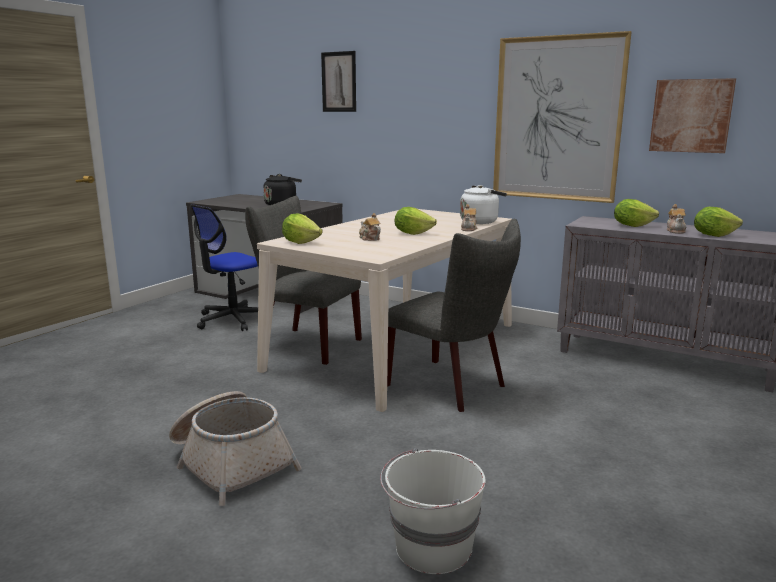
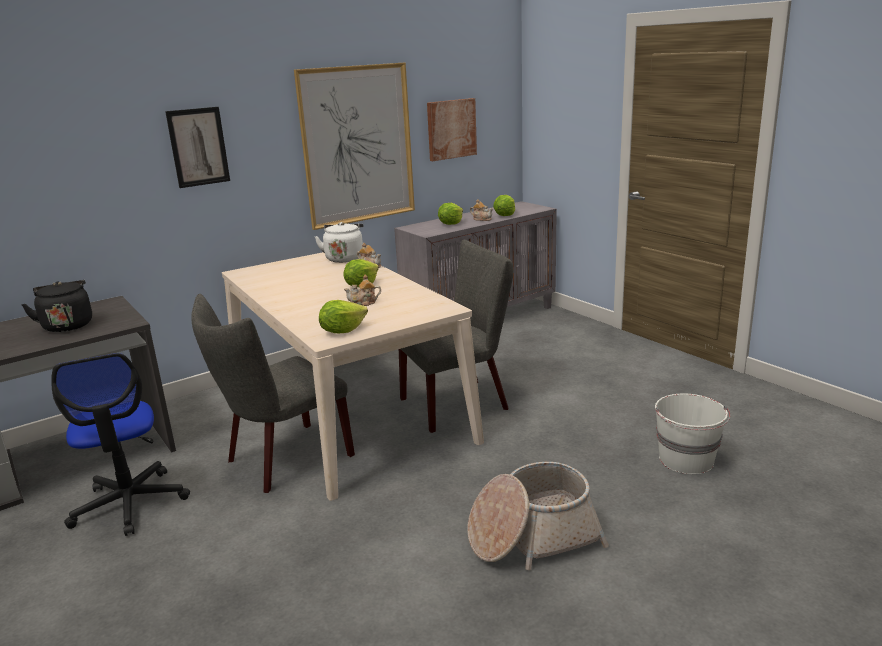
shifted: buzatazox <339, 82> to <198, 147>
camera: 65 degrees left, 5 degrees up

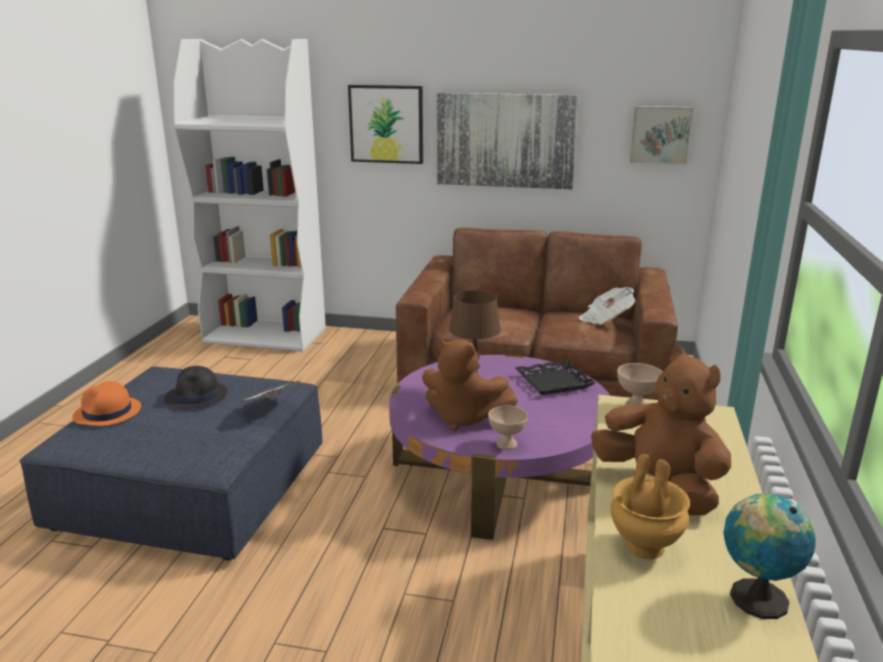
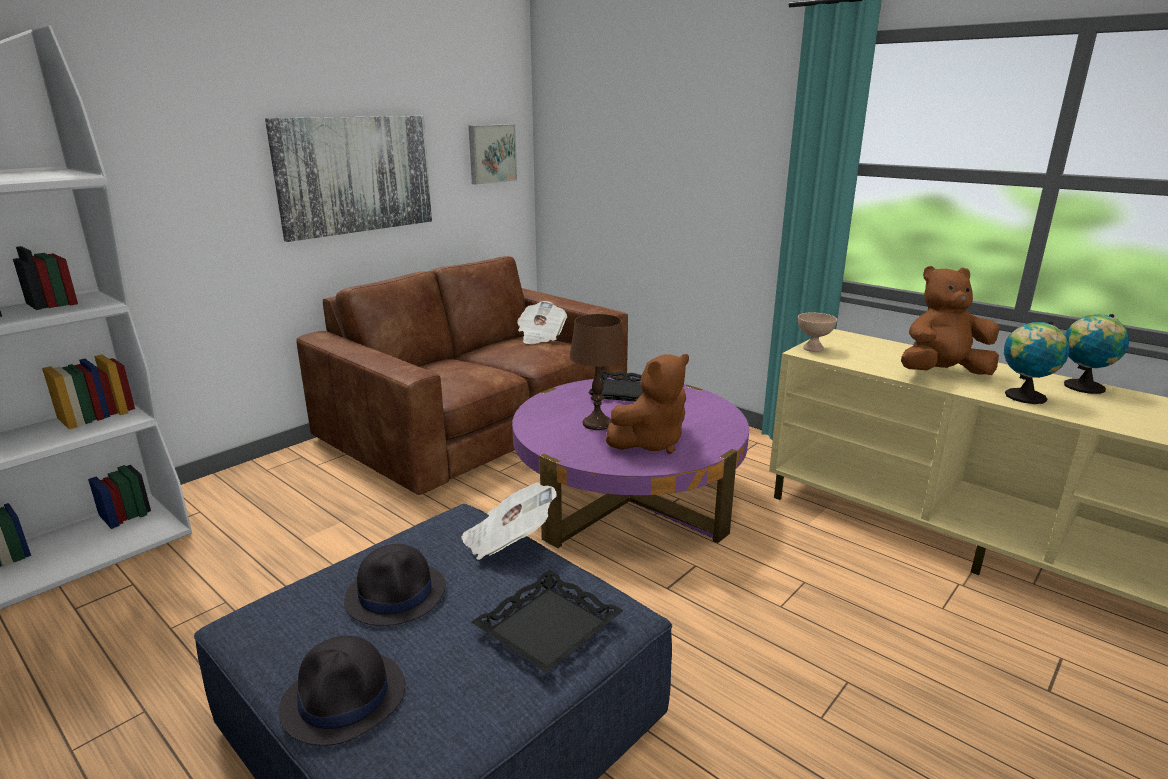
gone: buzatazox <386, 124>; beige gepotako <507, 445>
new: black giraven <547, 627>
swapped: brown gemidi <643, 547> to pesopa <1023, 397>
repainted: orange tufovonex <107, 413> to black tufovonex <345, 698>
camera: 60 degrees left, 0 degrees up

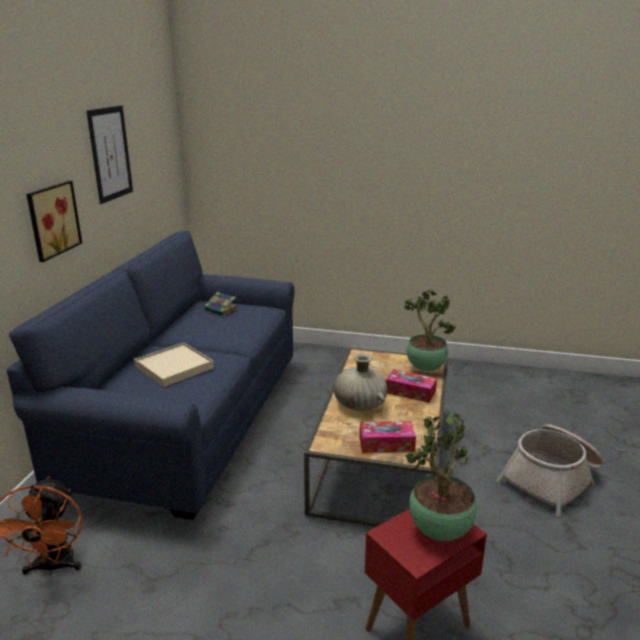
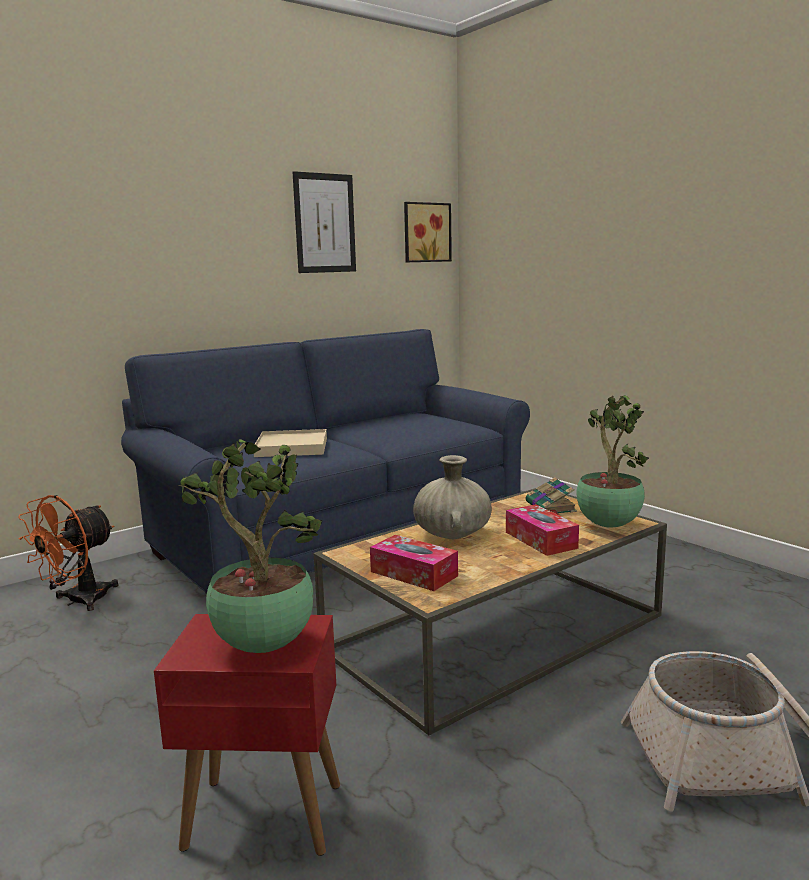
shifted: buzatazox <51, 220> to <425, 232>; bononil <221, 310> to <551, 507>
camera: 40 degrees right, 10 degrees down

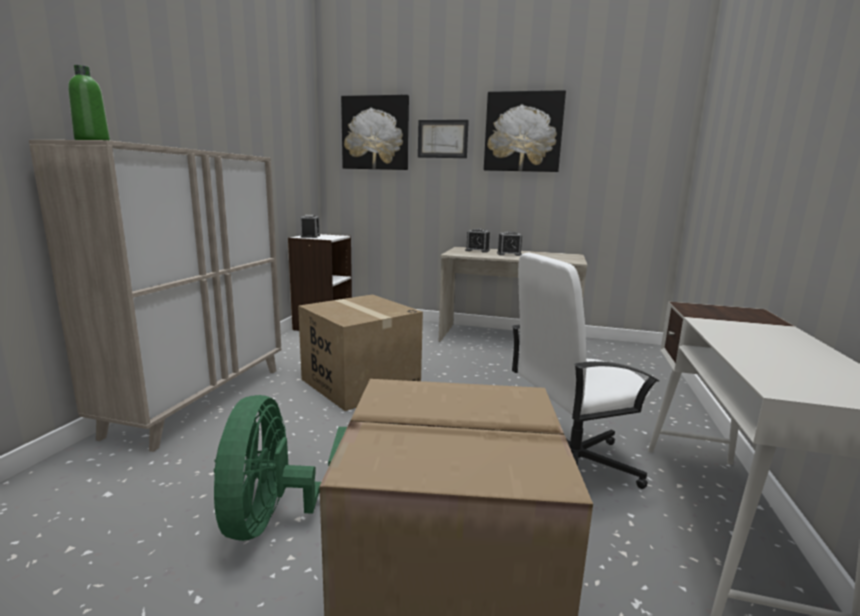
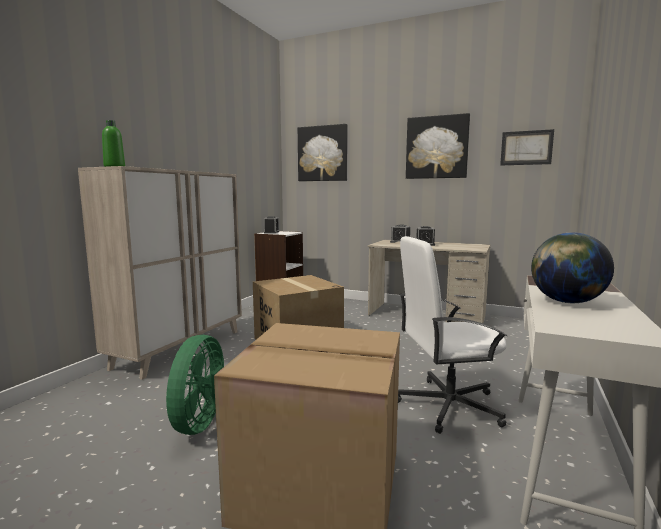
new: pesopa <566, 302>
shifted: buzatazox <442, 139> to <526, 148>
camera: 10 degrees right, 5 degrees down

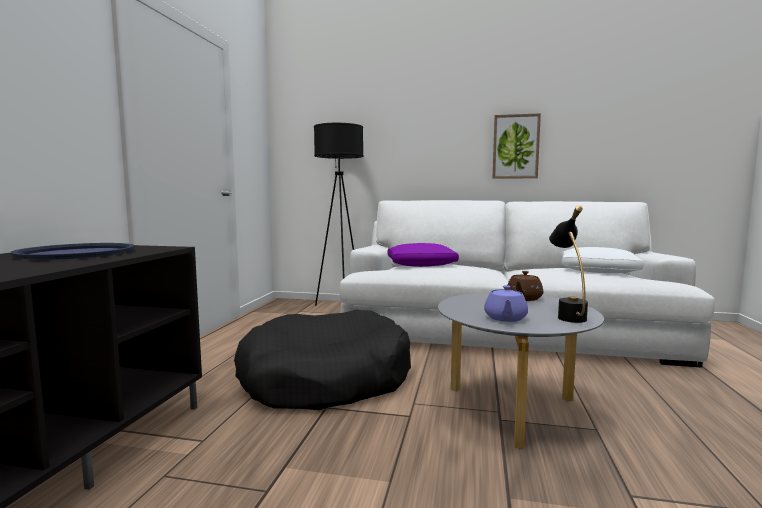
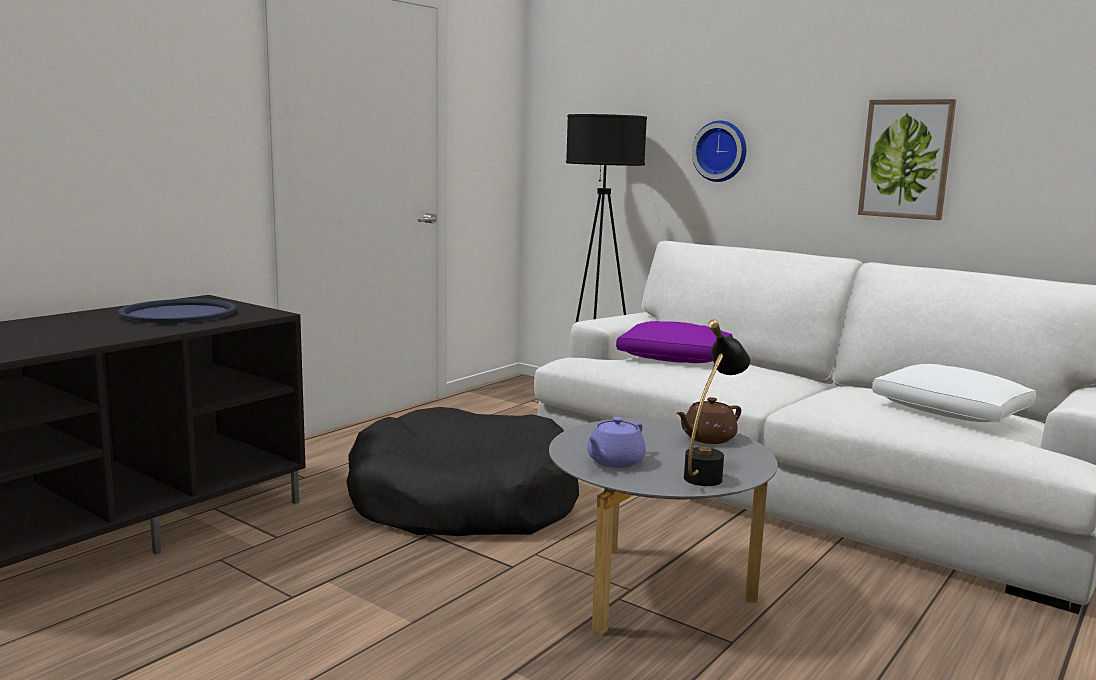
new: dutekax <721, 151>
camera: 25 degrees right, 5 degrees up

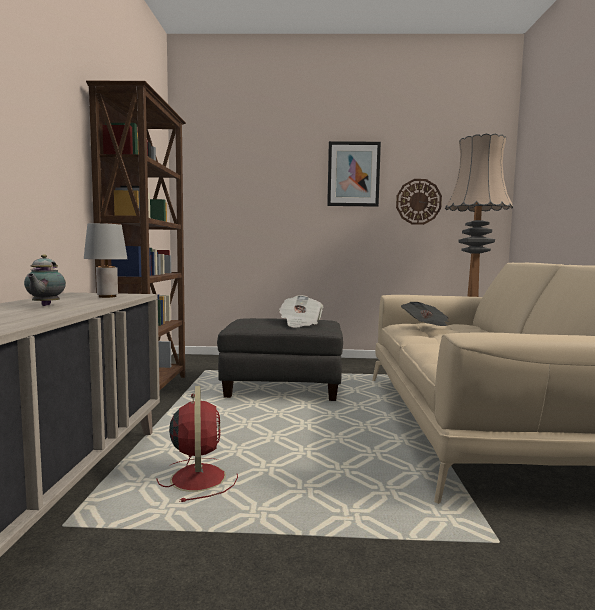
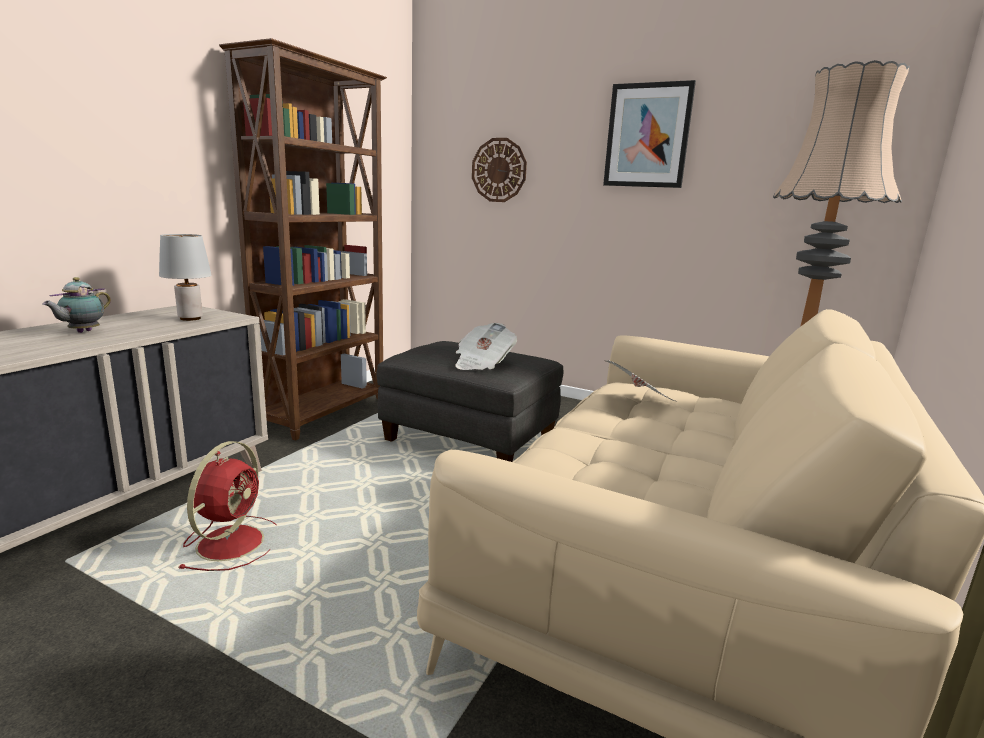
shifted: dutekax <418, 201> to <499, 170>
camera: 25 degrees right, 10 degrees up

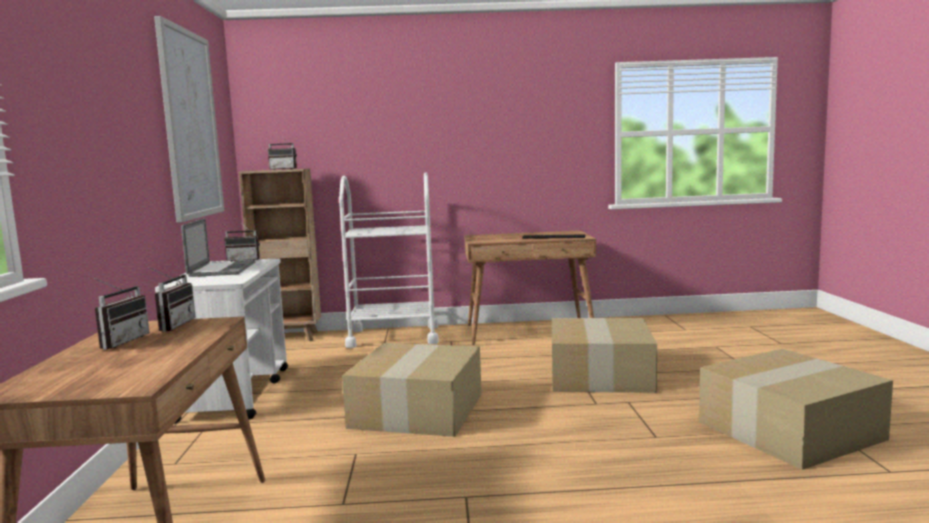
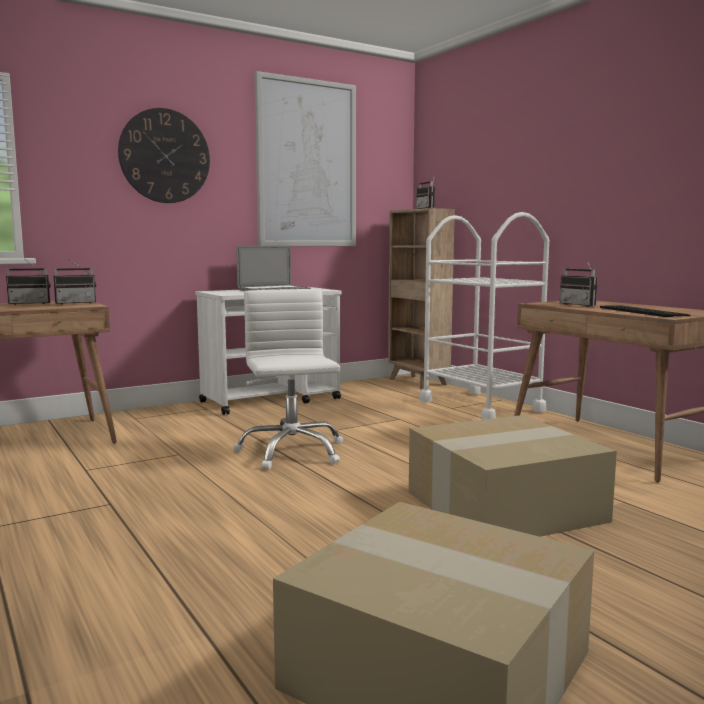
new: dutekax <165, 156>
shifted: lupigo <244, 260> to <580, 305>
swapped: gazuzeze <416, 409> to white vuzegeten <291, 451>
camera: 60 degrees right, 0 degrees up

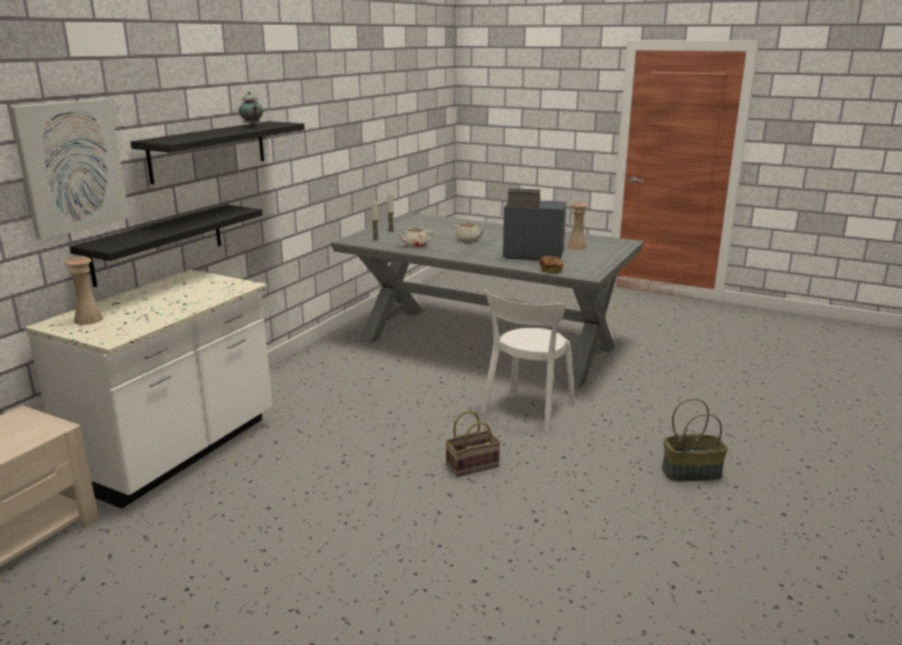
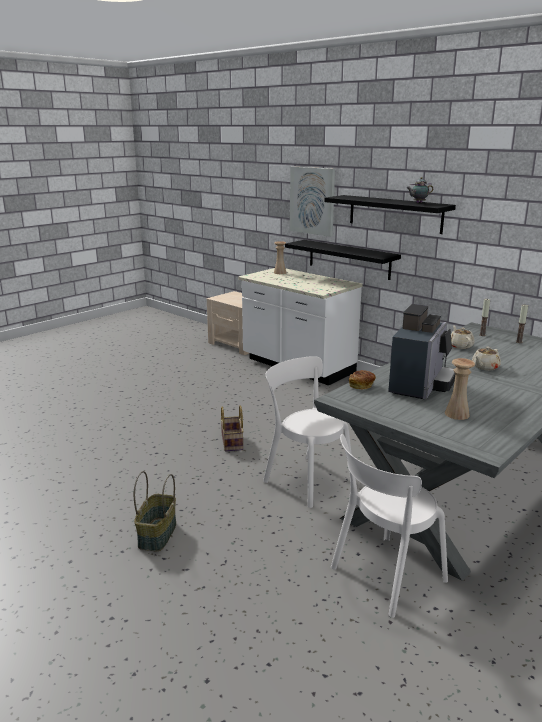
new: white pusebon <384, 576>
camera: 105 degrees right, 0 degrees up

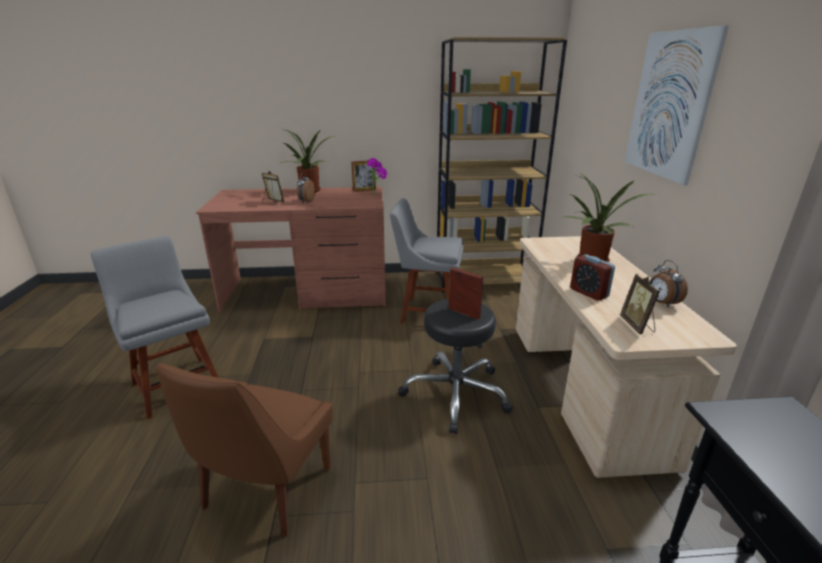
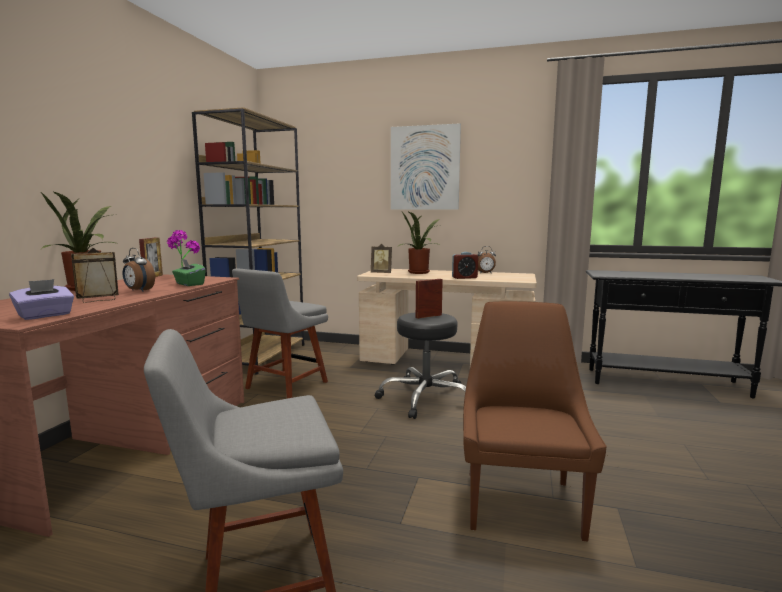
new: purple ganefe <45, 315>; green ganefe <189, 284>
shifted: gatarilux <637, 326> to <382, 273>
rotated: brown pusebon <265, 491> = <521, 501> 120 degrees counterclockwise
camera: 70 degrees left, 15 degrees down

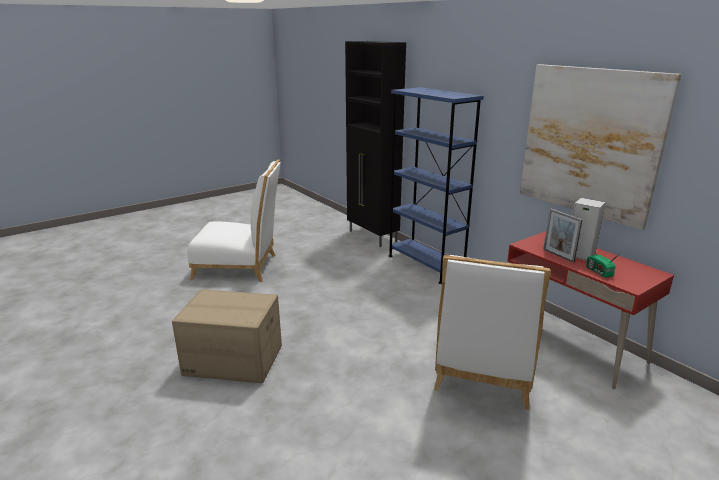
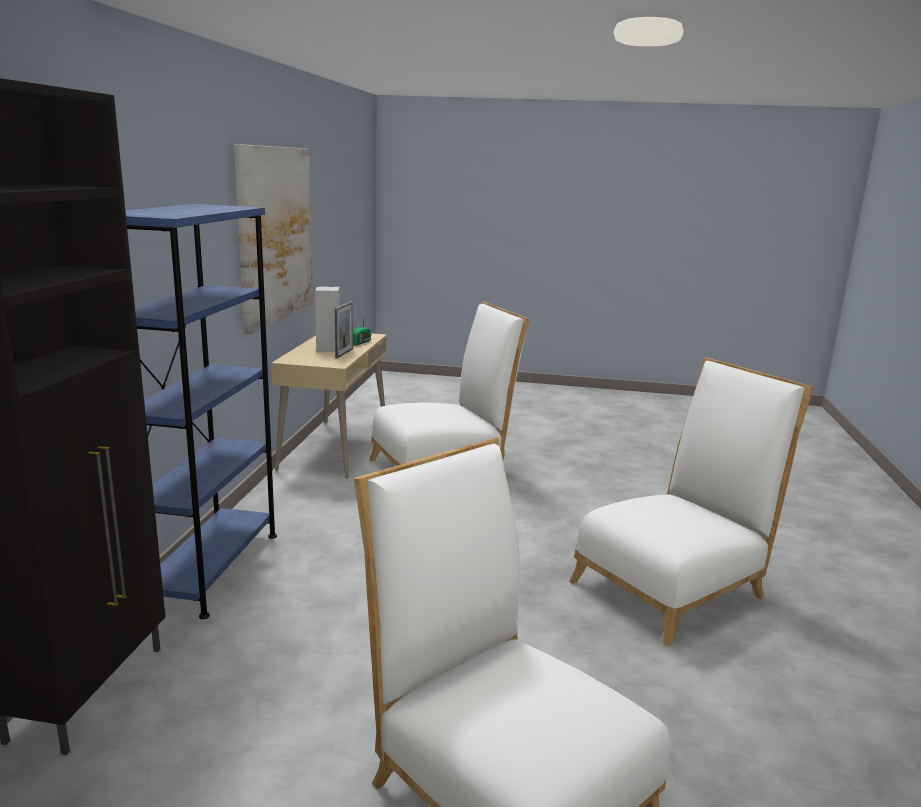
swapped: gazuzeze <233, 361> to white pusebon <674, 585>
repainted: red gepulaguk <570, 344> to beige gepulaguk <334, 448>
camera: 135 degrees left, 5 degrees down

